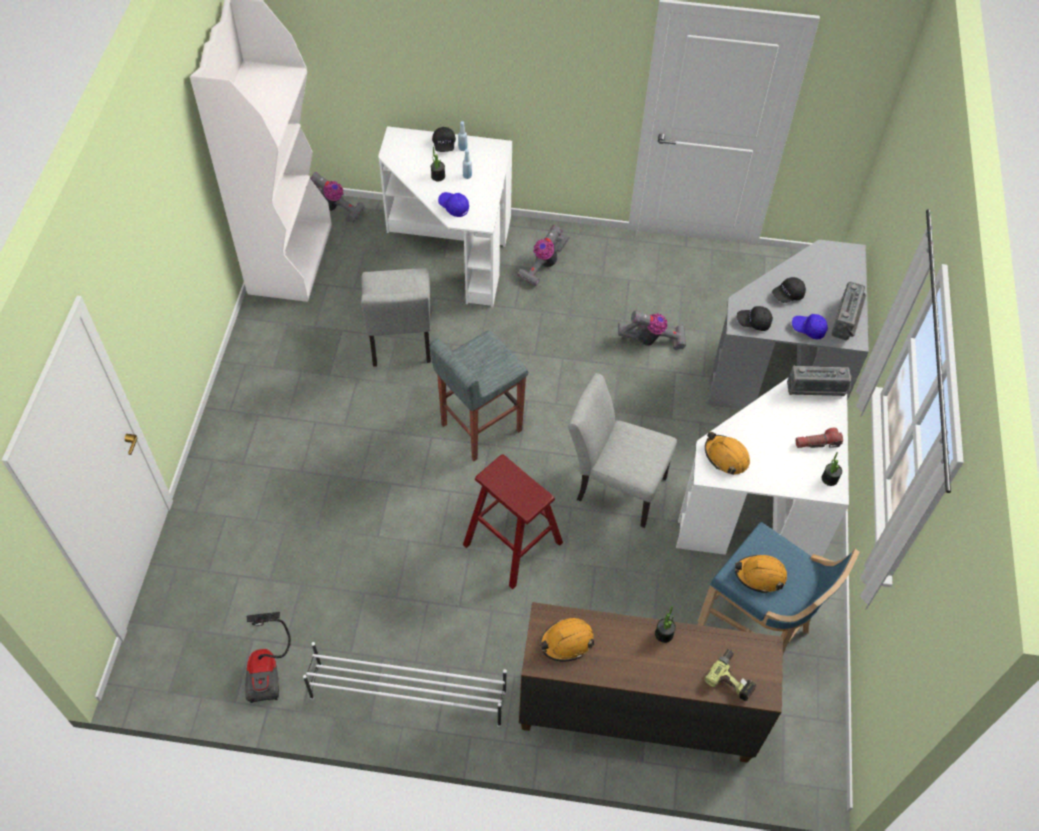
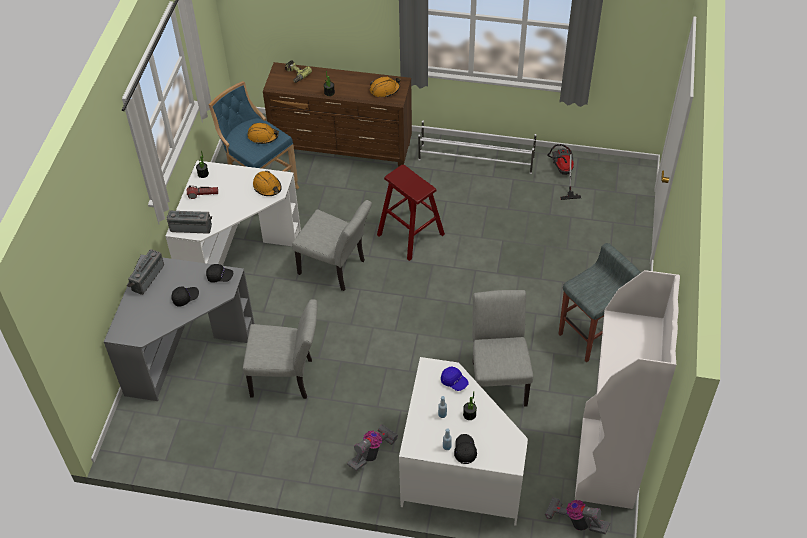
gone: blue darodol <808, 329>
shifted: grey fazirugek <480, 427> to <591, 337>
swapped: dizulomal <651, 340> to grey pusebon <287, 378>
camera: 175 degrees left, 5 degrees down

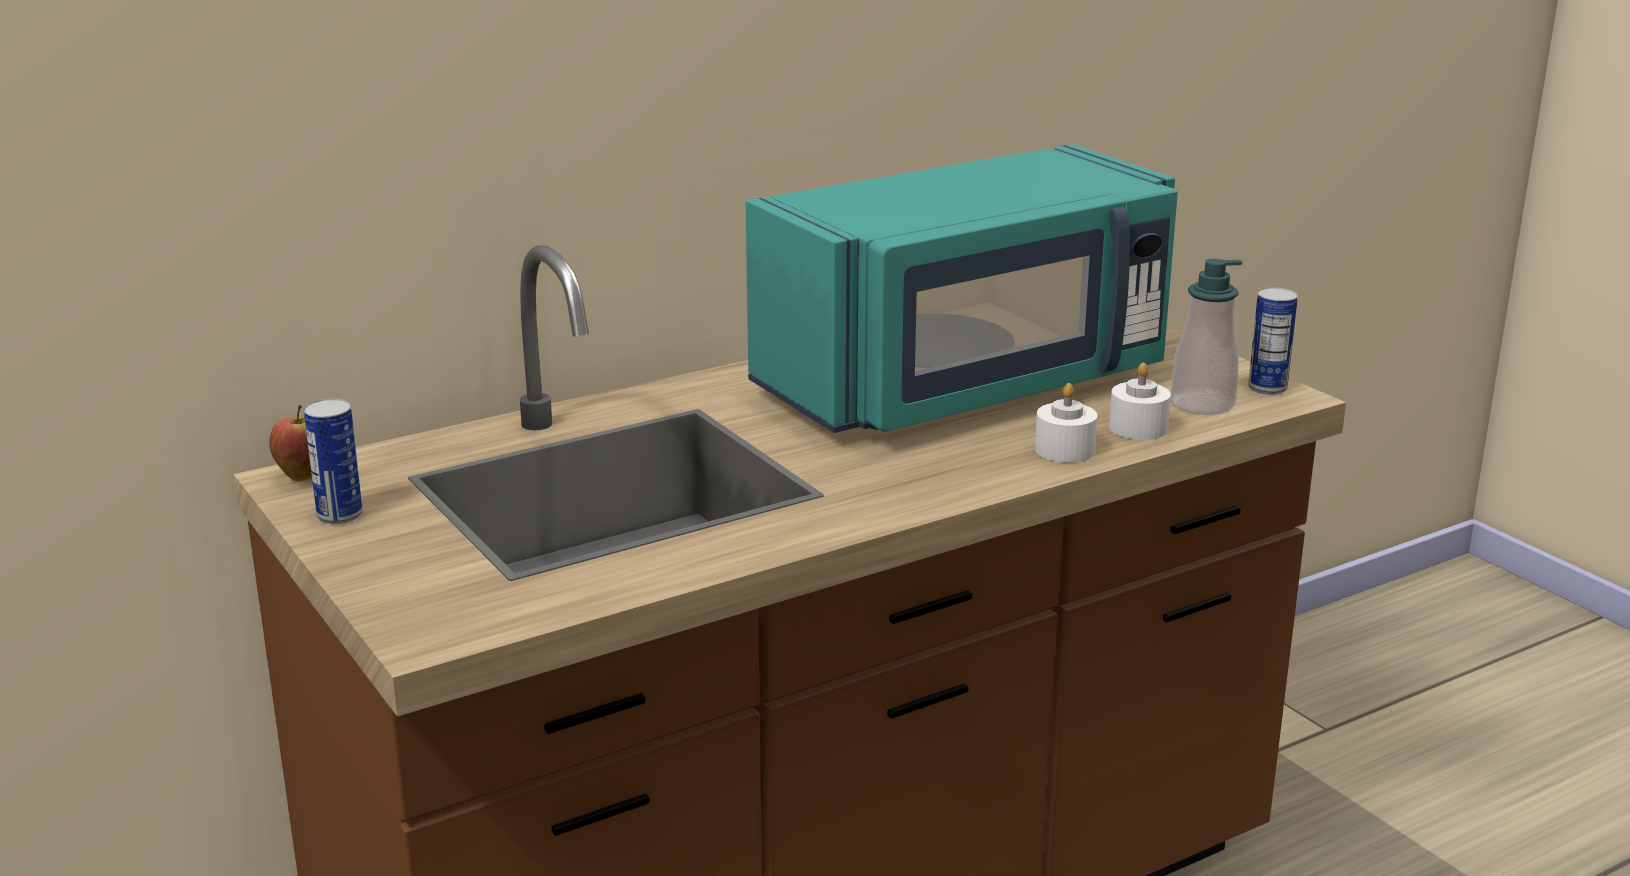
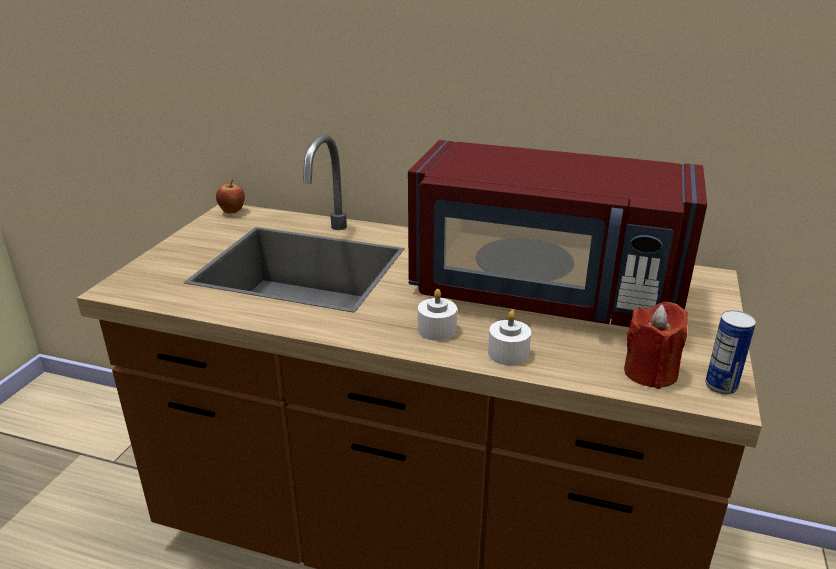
gone: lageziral <340, 515>
shifted: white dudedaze <1138, 428> to <437, 330>
swapped: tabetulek <1202, 404> to red dudedaze <650, 372>
repainted: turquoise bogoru <969, 385> to red bogoru <543, 294>
camera: 50 degrees right, 5 degrees up

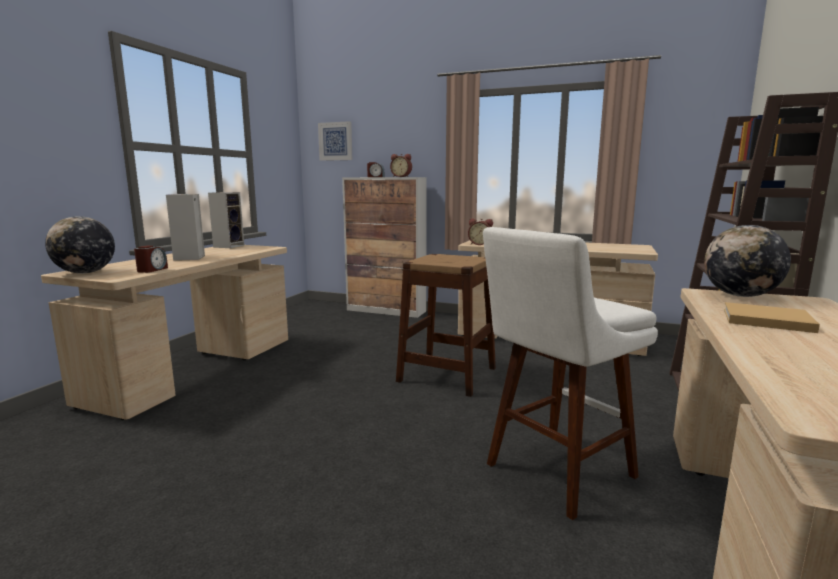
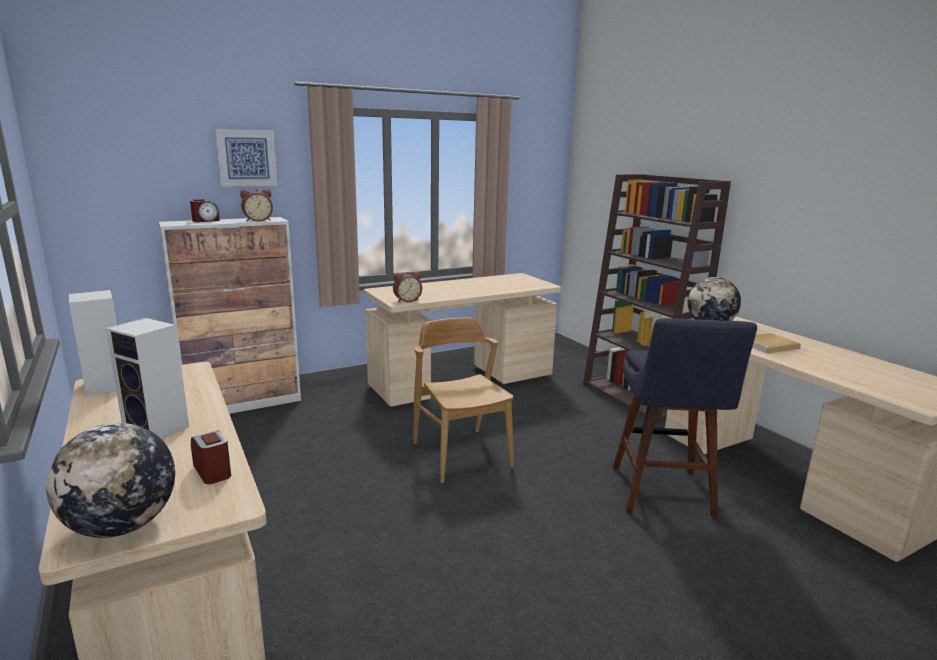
shifted: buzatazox <335, 141> to <246, 158>
swapped: brown fazirugek <447, 374> to brown pusebon <461, 454>
repainted: white fazirugek <554, 473> to blue fazirugek <663, 496>
camera: 50 degrees left, 5 degrees up

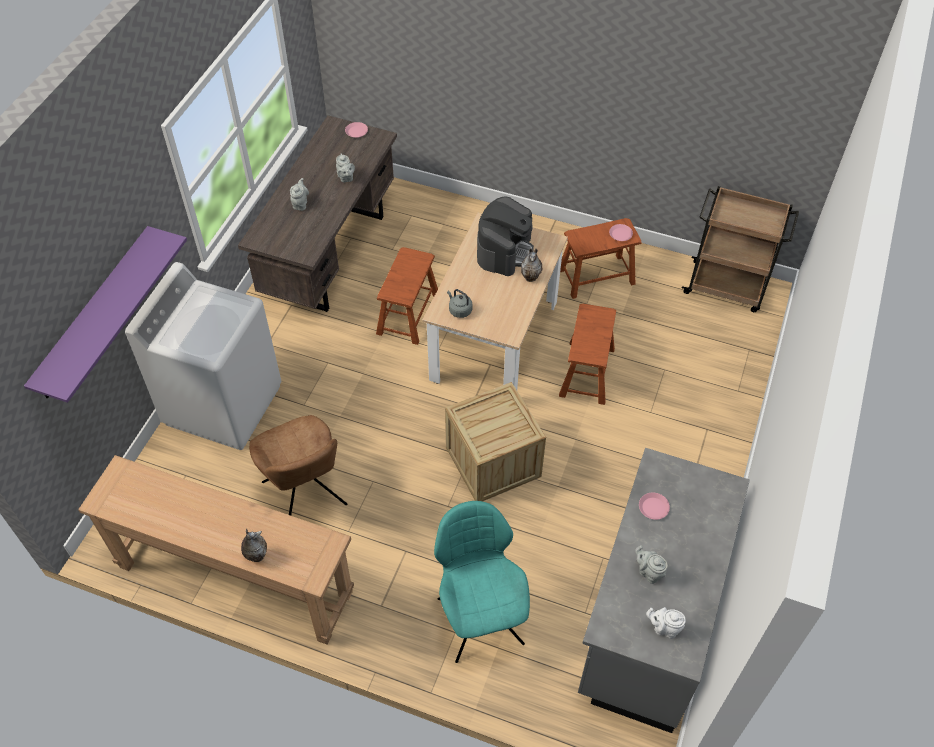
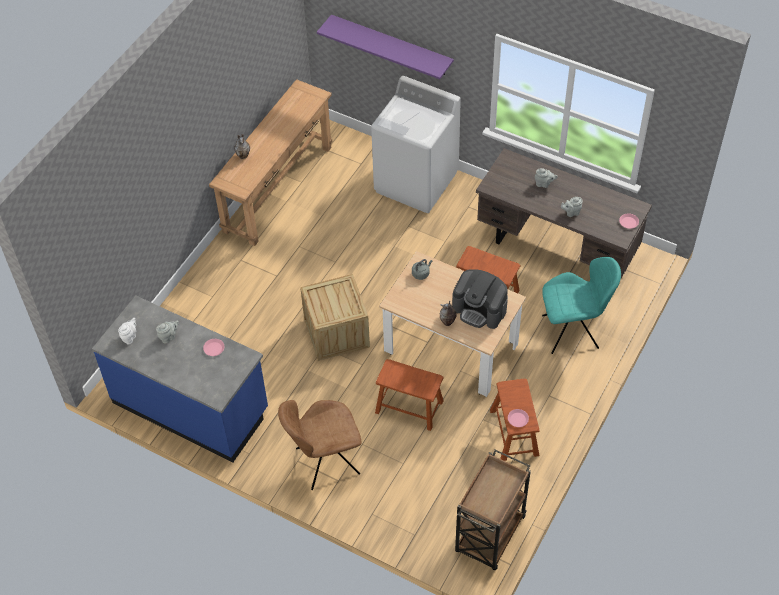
shifted: brown pusebon <305, 496> to <325, 462>; turquoise pusebon <479, 617> to <572, 331>
repainted: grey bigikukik <648, 619> to blue bigikukik <191, 406>
camera: 100 degrees right, 0 degrees up

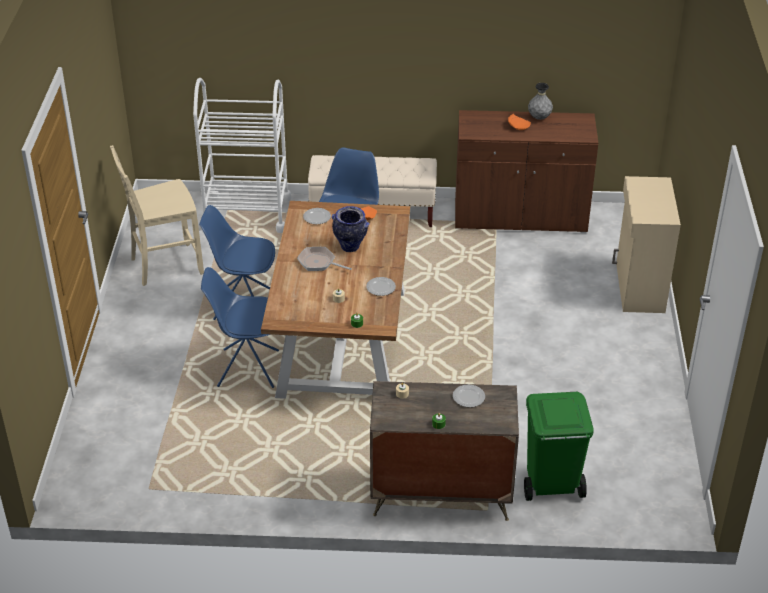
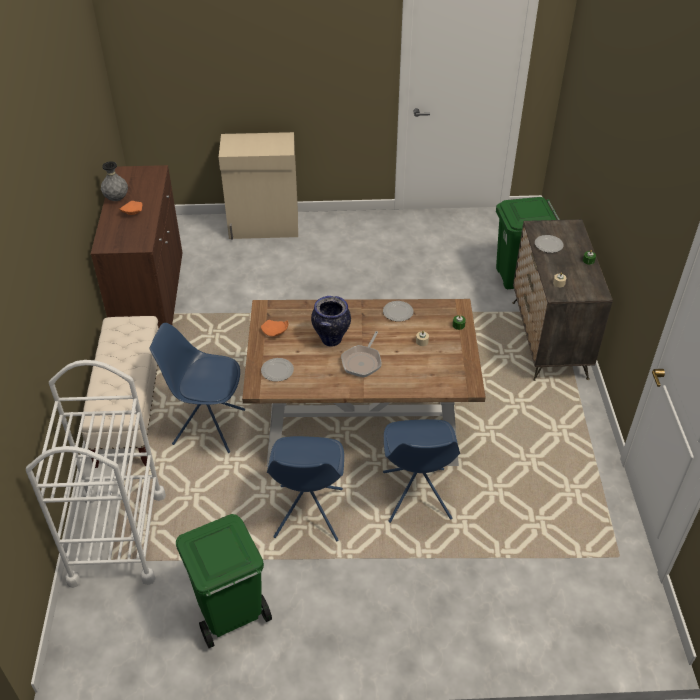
swapped: beige pusebon <165, 265> to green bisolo <230, 615>
camera: 95 degrees left, 5 degrees up

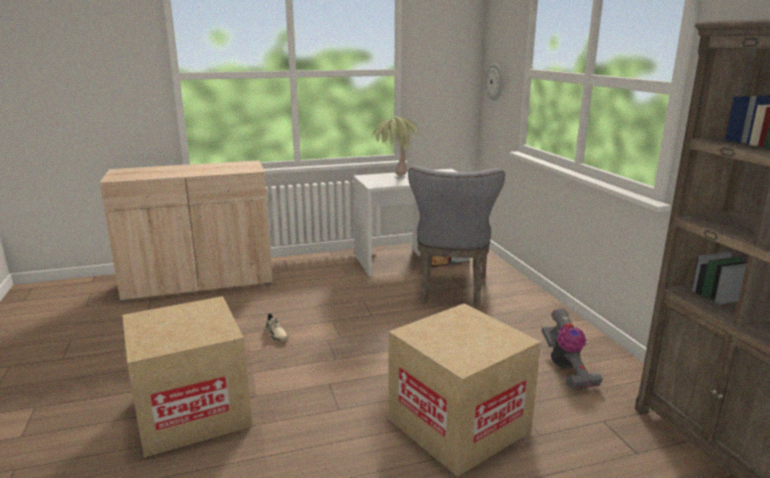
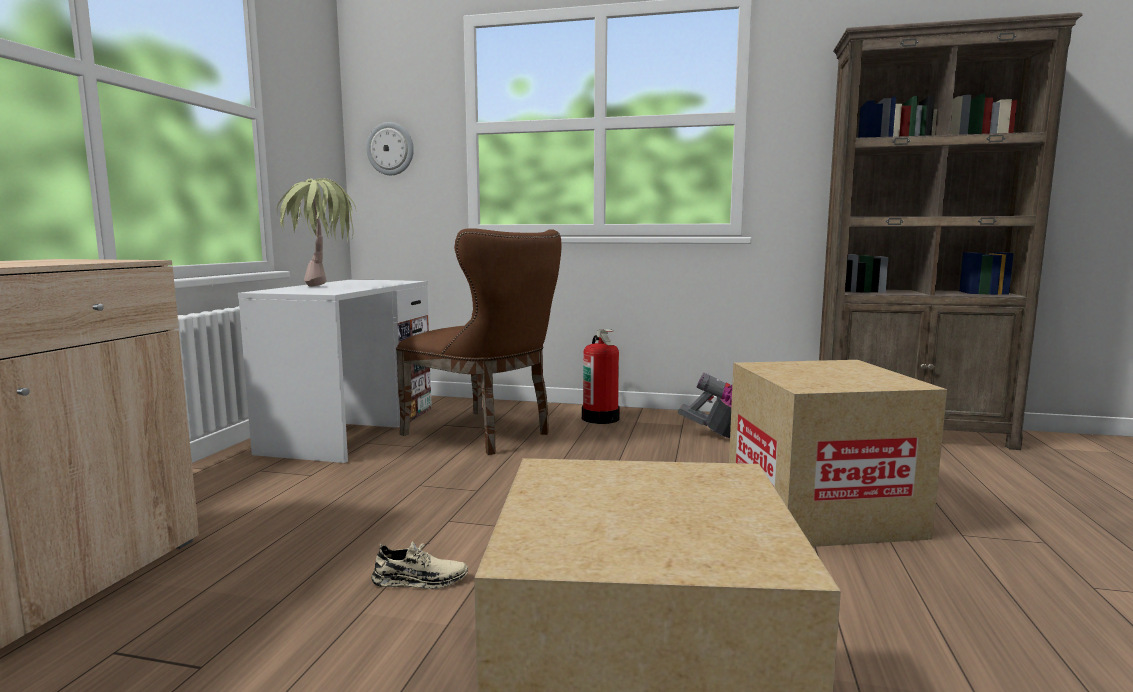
new: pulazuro <601, 418>
repainted: grey pusebon <451, 290> to brown pusebon <486, 434>
camera: 60 degrees left, 10 degrees down

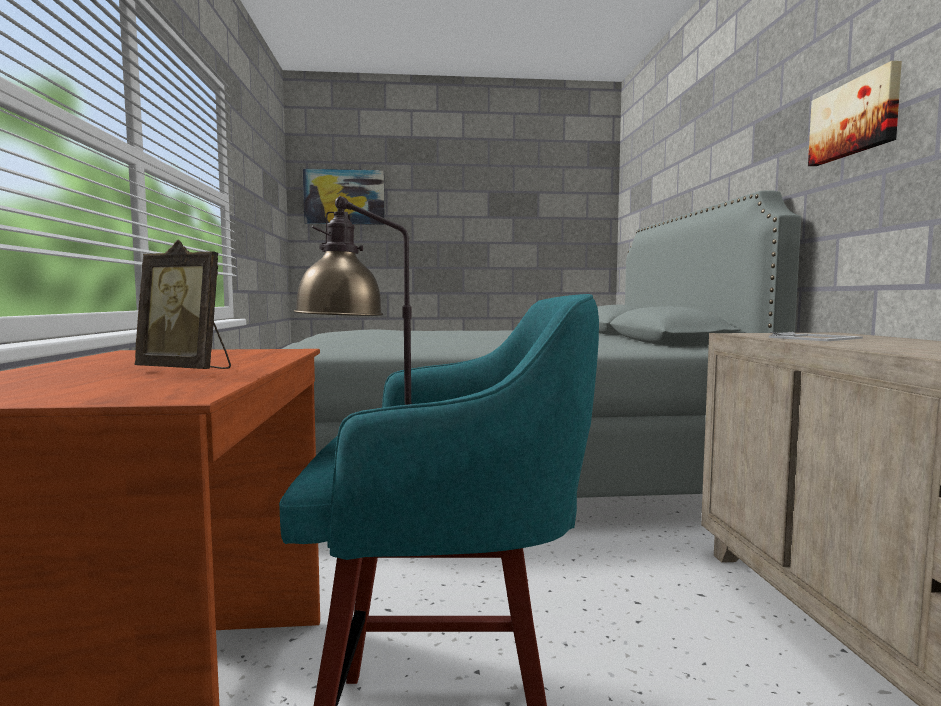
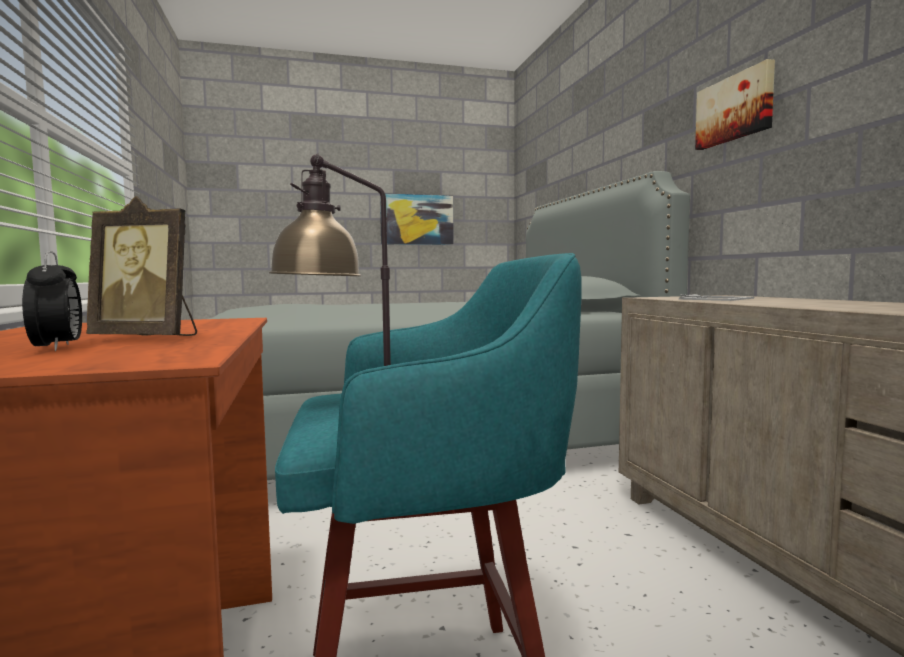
new: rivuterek <57, 348>
shifted: buzatazox <344, 197> to <417, 219>
camera: 10 degrees left, 0 degrees up

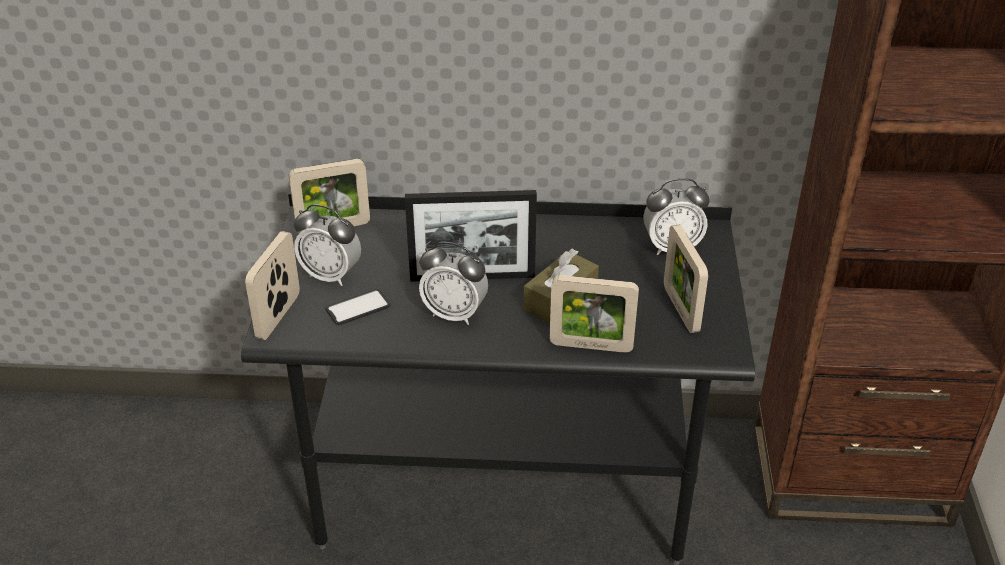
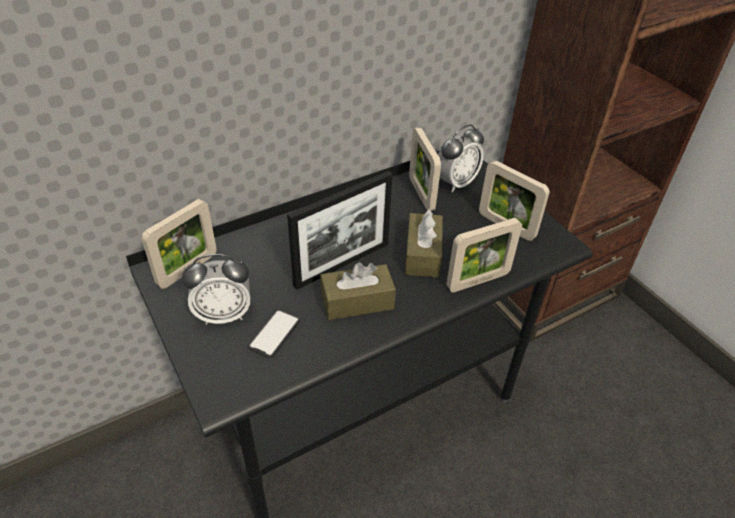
shifted: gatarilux <278, 316> to <421, 194>
swapped: rivuterek <454, 313> to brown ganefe <357, 301>
camera: 35 degrees left, 5 degrees up

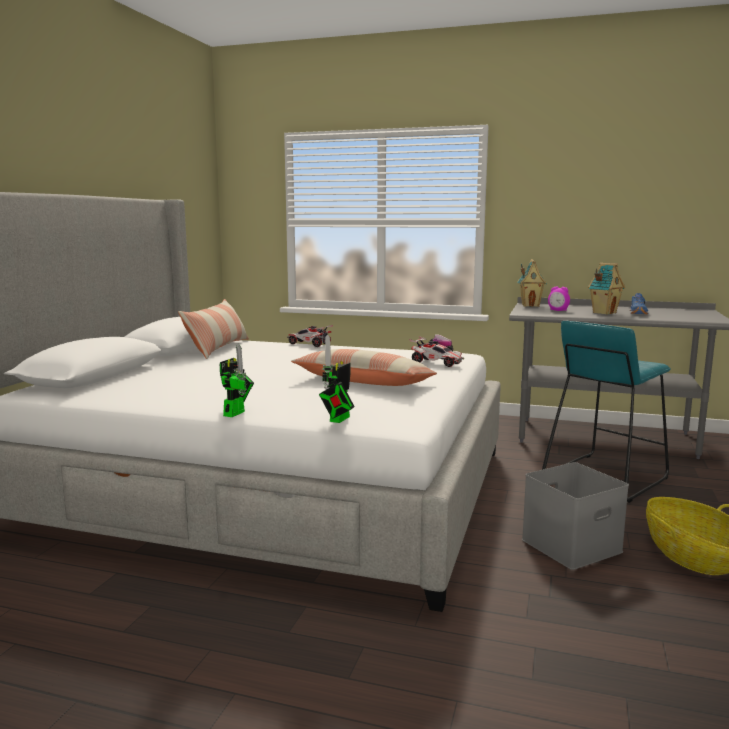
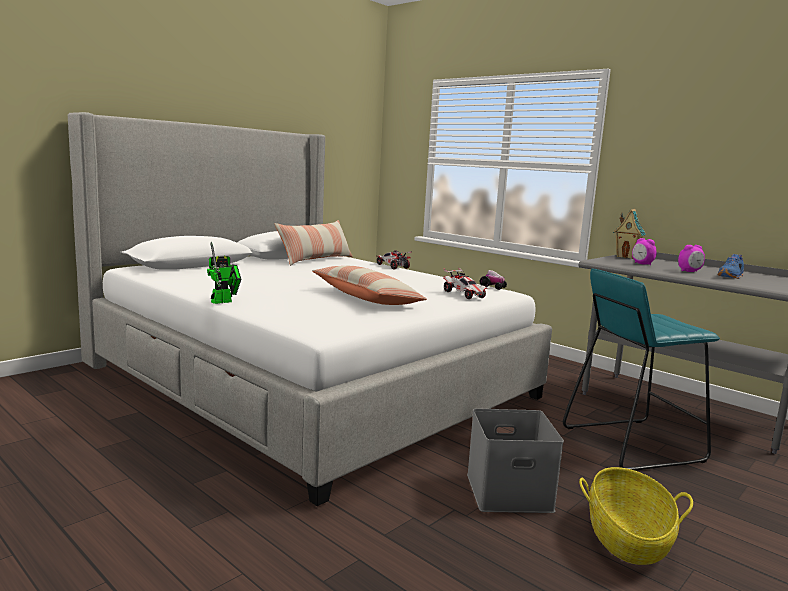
gone: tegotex <337, 420>
swapped: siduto <604, 313> to rivuterek <689, 271>
camera: 25 degrees right, 0 degrees up

